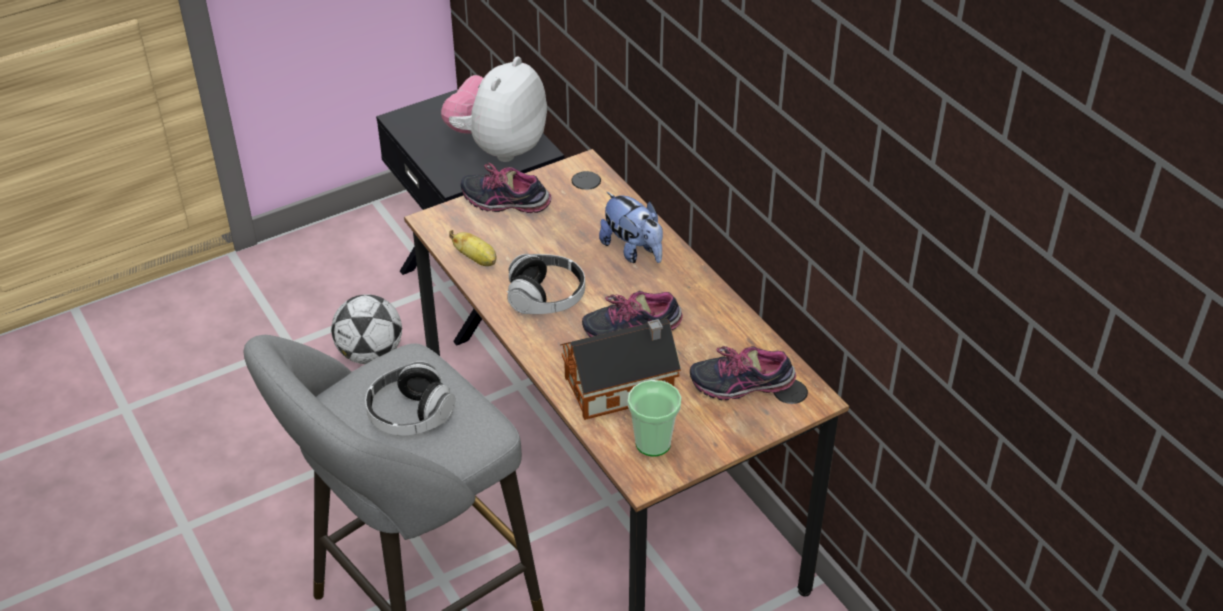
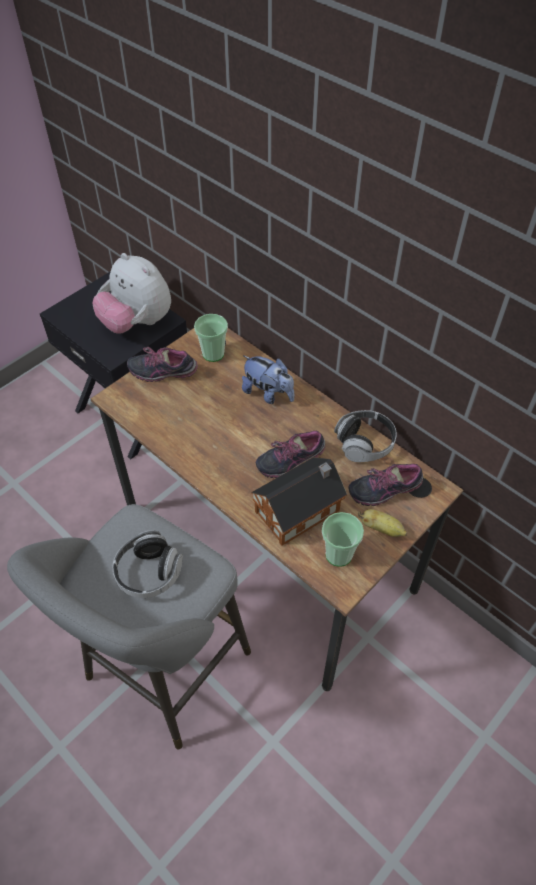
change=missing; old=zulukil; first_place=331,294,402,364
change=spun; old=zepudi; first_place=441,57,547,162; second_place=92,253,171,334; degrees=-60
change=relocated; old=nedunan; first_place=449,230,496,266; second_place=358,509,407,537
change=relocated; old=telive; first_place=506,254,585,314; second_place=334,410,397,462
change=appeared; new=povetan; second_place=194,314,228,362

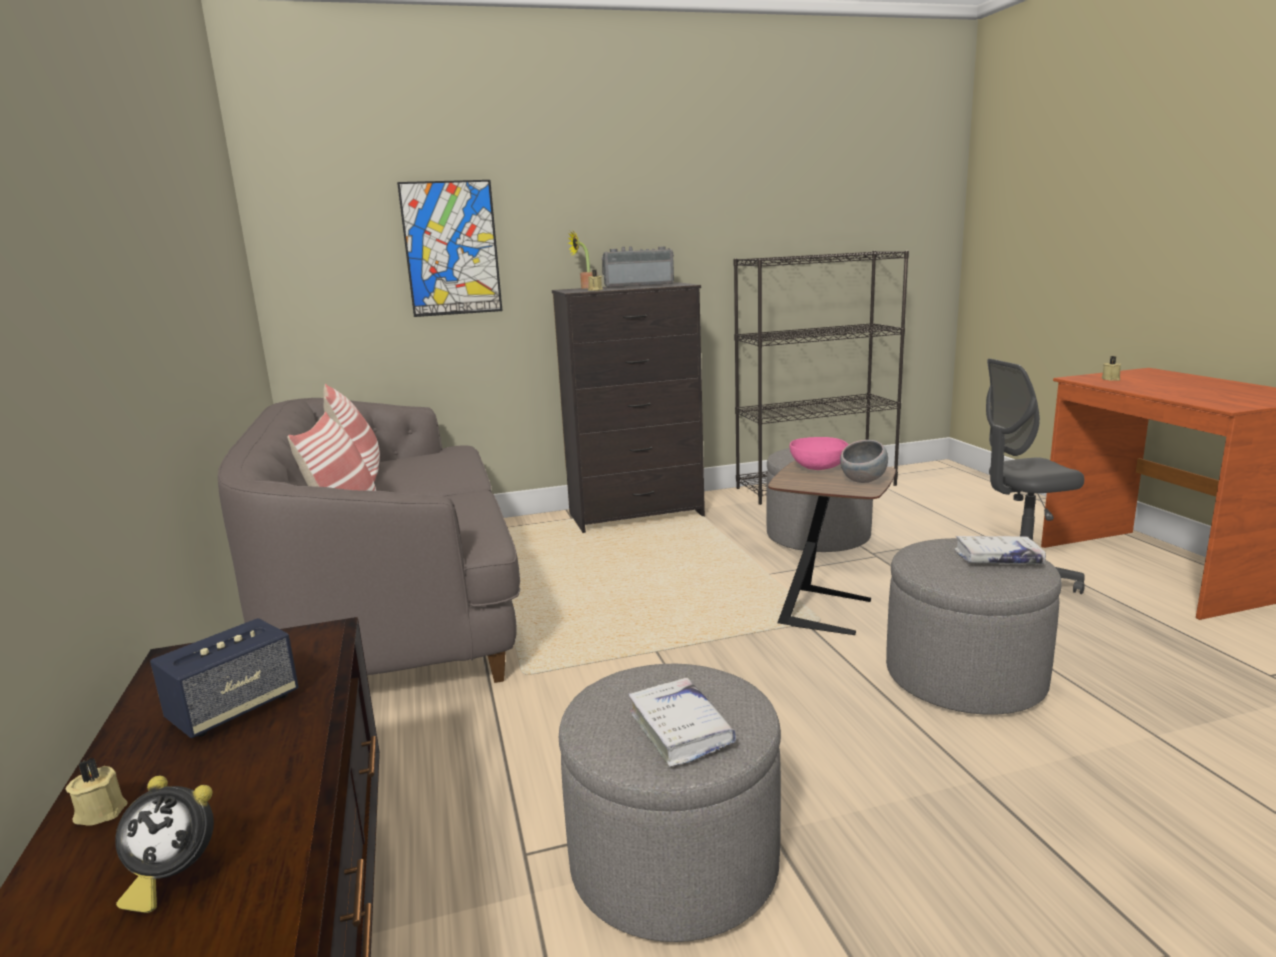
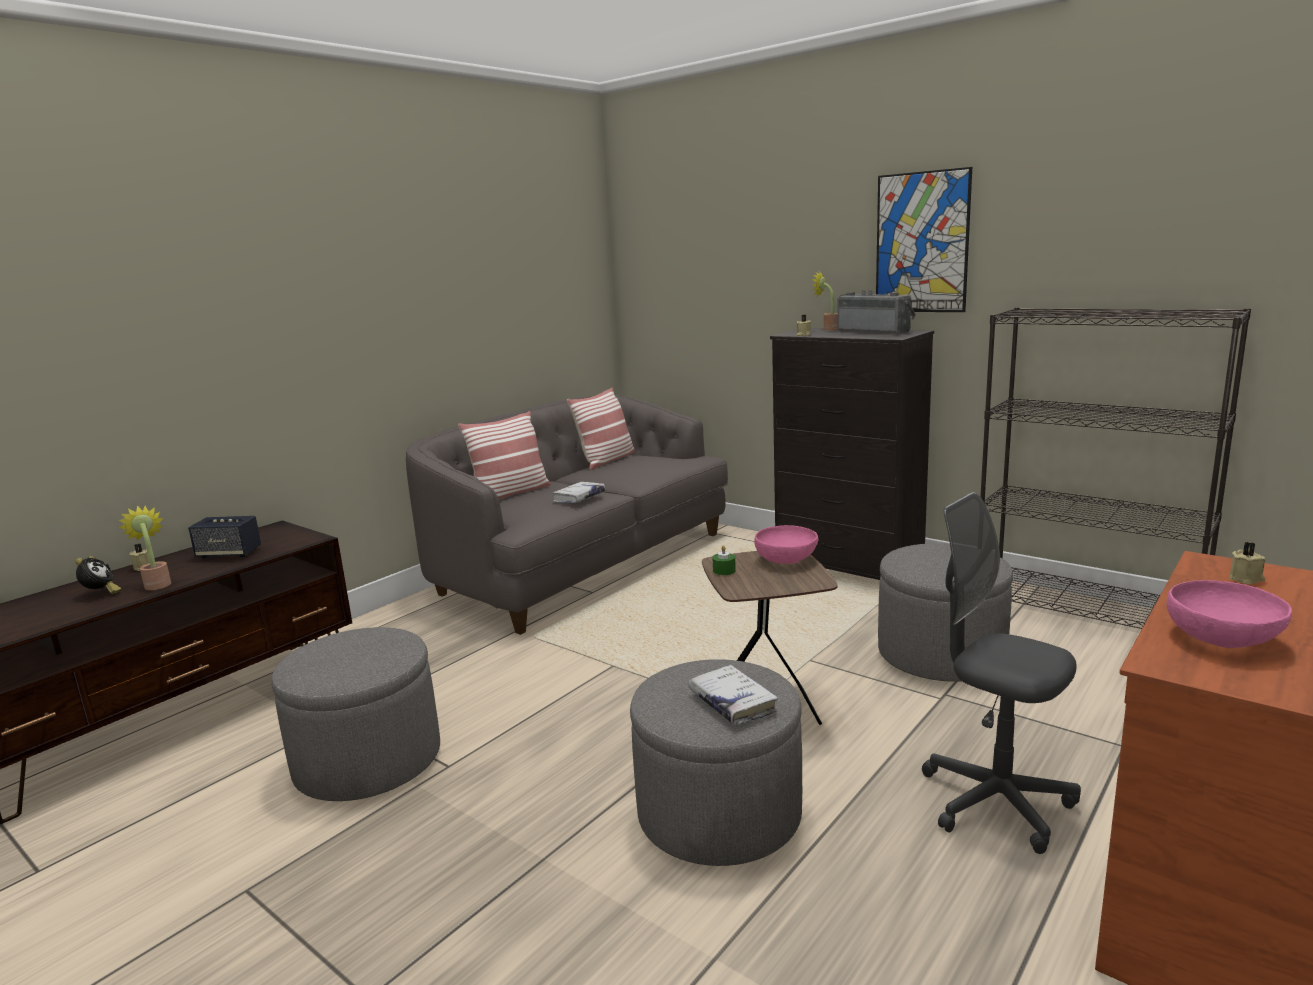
change=spun; old=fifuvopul; first_place=115,775,214,913; second_place=75,556,121,594; degrees=-150
change=relocated; old=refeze; first_place=397,180,503,317; second_place=876,167,972,312
change=relocated; old=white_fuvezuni; first_place=629,678,736,767; second_place=553,482,605,503
change=missing; old=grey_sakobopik; first_place=840,440,888,483
change=appeared; new=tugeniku; second_place=119,505,171,590
change=appeared; new=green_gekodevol; second_place=712,545,736,575
change=appeared; new=pink_sakobopik; second_place=1167,580,1292,648

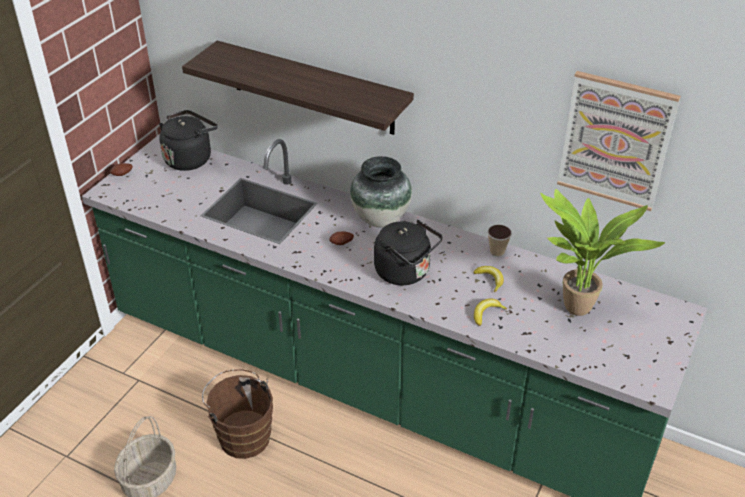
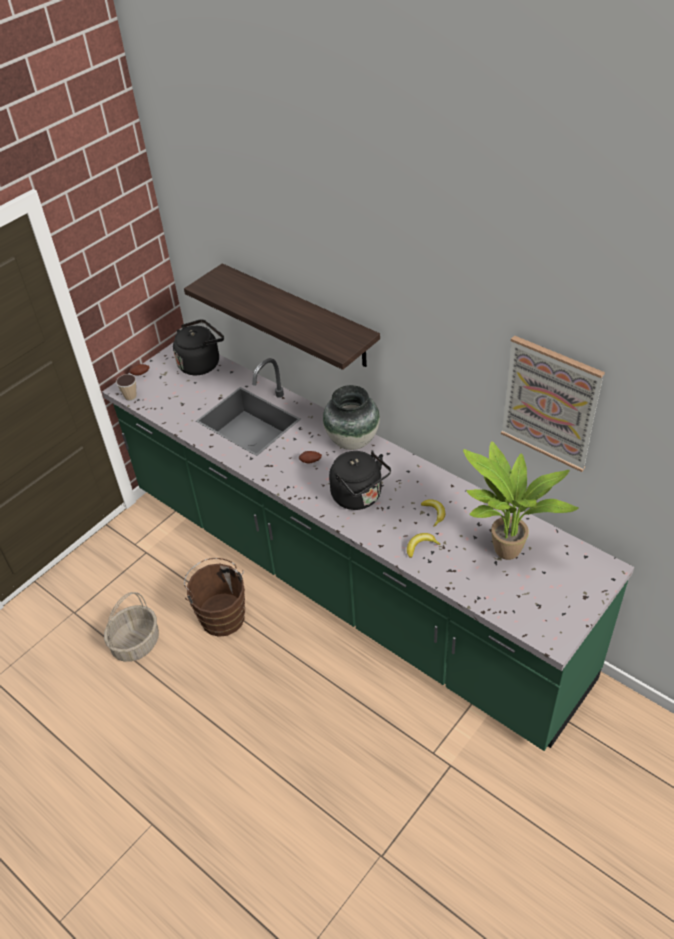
change=relocated; old=povetan; first_place=487,225,512,257; second_place=116,374,137,401

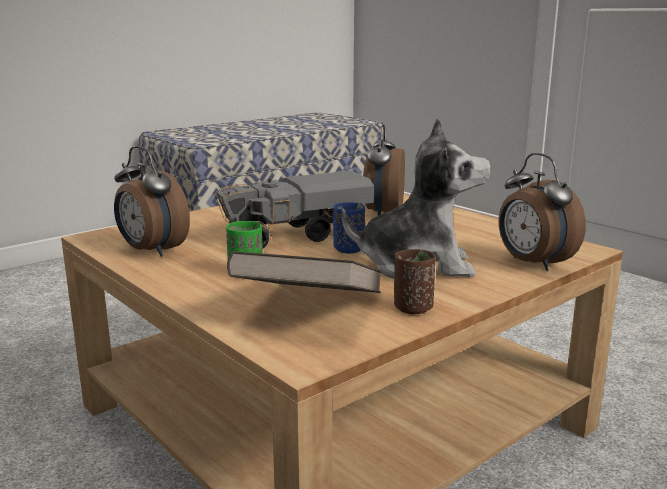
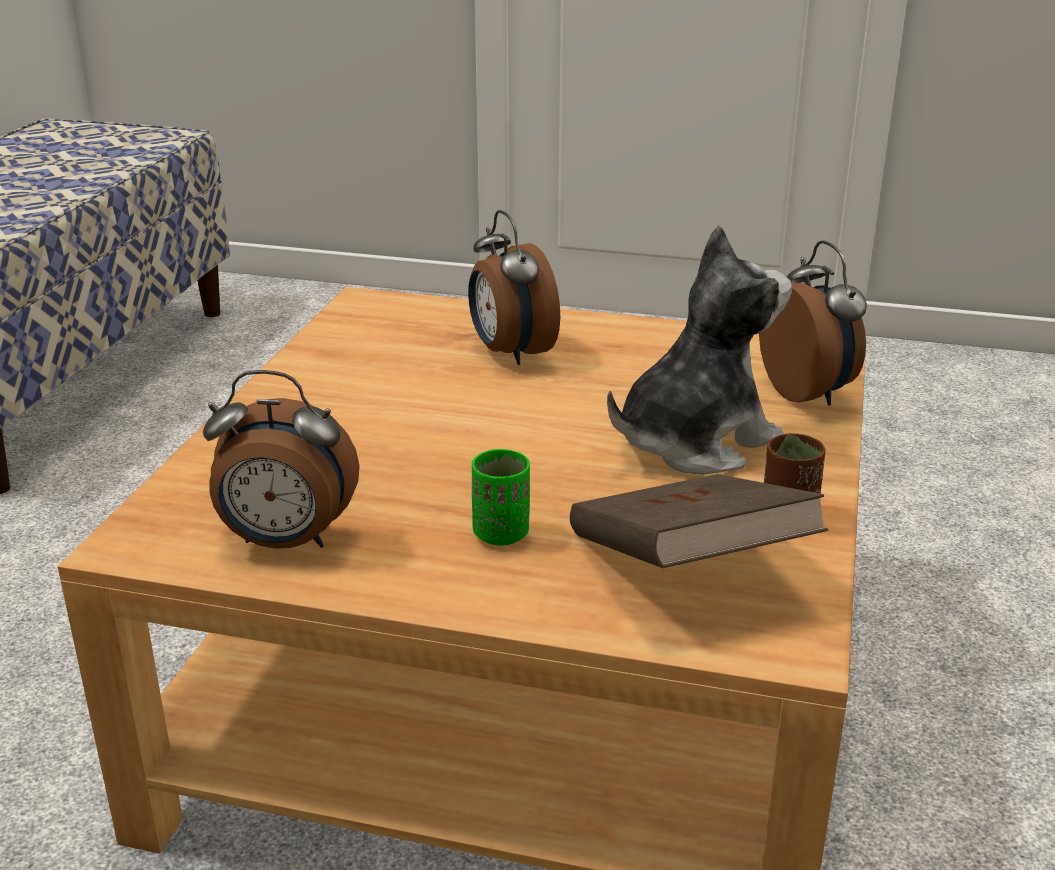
change=missing; old=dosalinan; first_place=214,171,374,248
change=missing; old=blue_povetan; first_place=333,202,365,253
change=spun; old=fifuvopul; first_place=499,153,586,271; second_place=759,240,867,406; degrees=-135

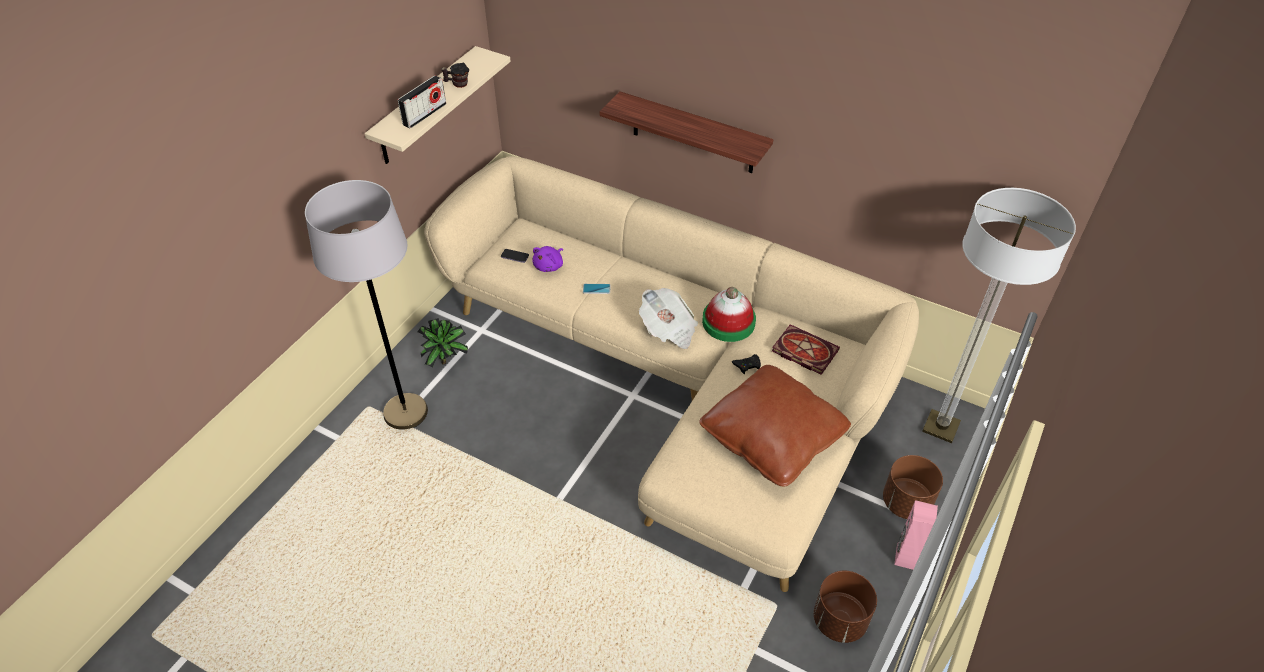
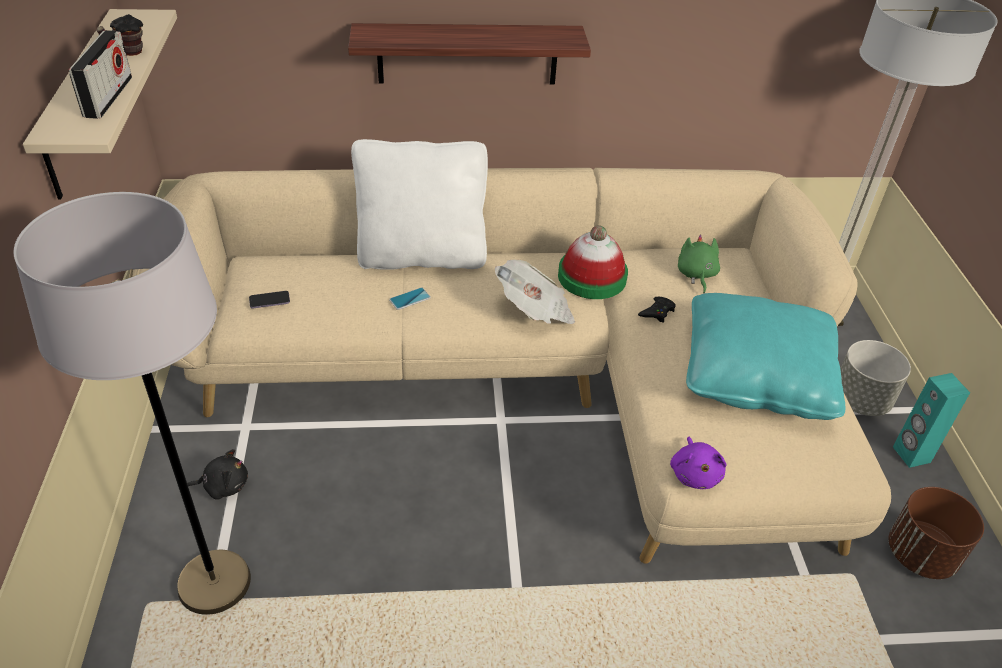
change=exchanged; old=tugeniku; new=black_zepudi; first_place=417,318,468,367; second_place=187,449,248,500
change=relocated; old=purple_zepudi; first_place=532,246,563,272; second_place=670,437,727,489
change=colour; old=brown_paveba; new=turquoise_paveba; first_place=699,365,851,486; second_place=686,293,845,420
change=exchanged; old=fuvezuni; new=green_zepudi; first_place=772,324,840,375; second_place=678,235,720,294
change=colour; old=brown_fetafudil; new=grey_fetafudil; first_place=883,455,943,519; second_place=840,340,911,416
change=colour; old=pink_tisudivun; new=turquoise_tisudivun; first_place=894,500,938,570; second_place=893,373,970,468
change=appeared; new=white_paveba; second_place=351,139,488,270

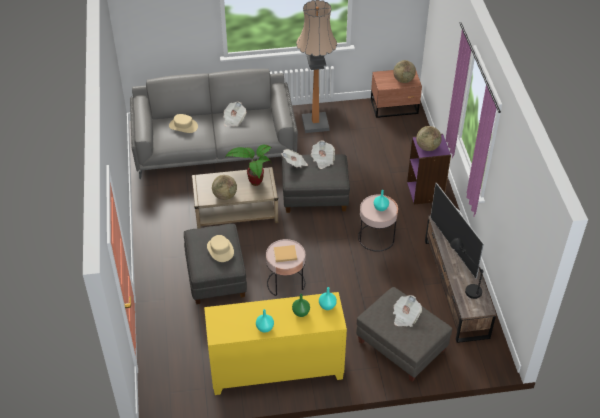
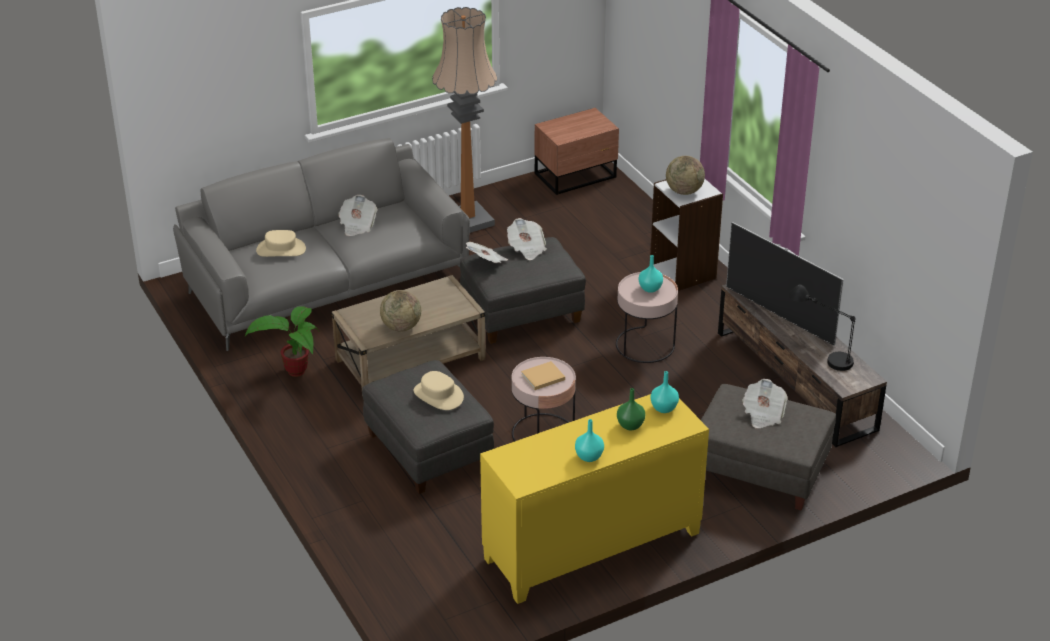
change=relocated; old=tugeniku; first_place=226,144,271,186; second_place=245,306,319,377
change=missing; old=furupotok; first_place=393,60,416,83
change=colour; old=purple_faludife; new=white_faludife; first_place=407,134,451,205; second_place=650,179,723,291

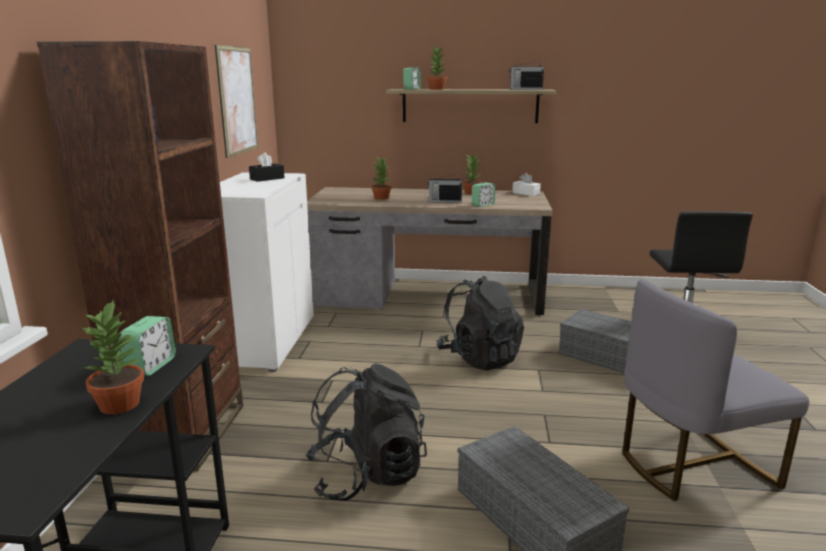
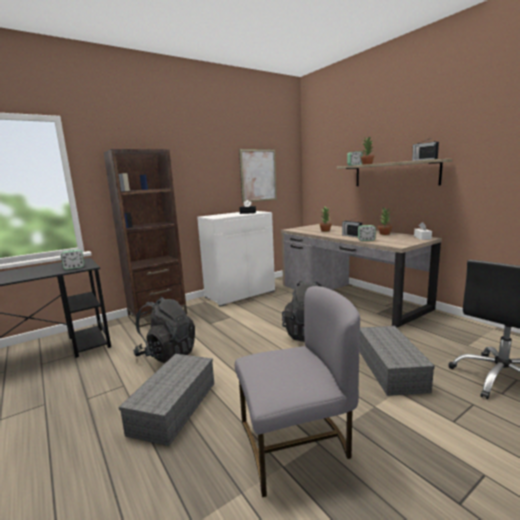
change=missing; old=tugeniku; first_place=81,299,144,414
change=spun; old=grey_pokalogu; first_place=622,279,809,501; second_place=235,286,360,497; degrees=135

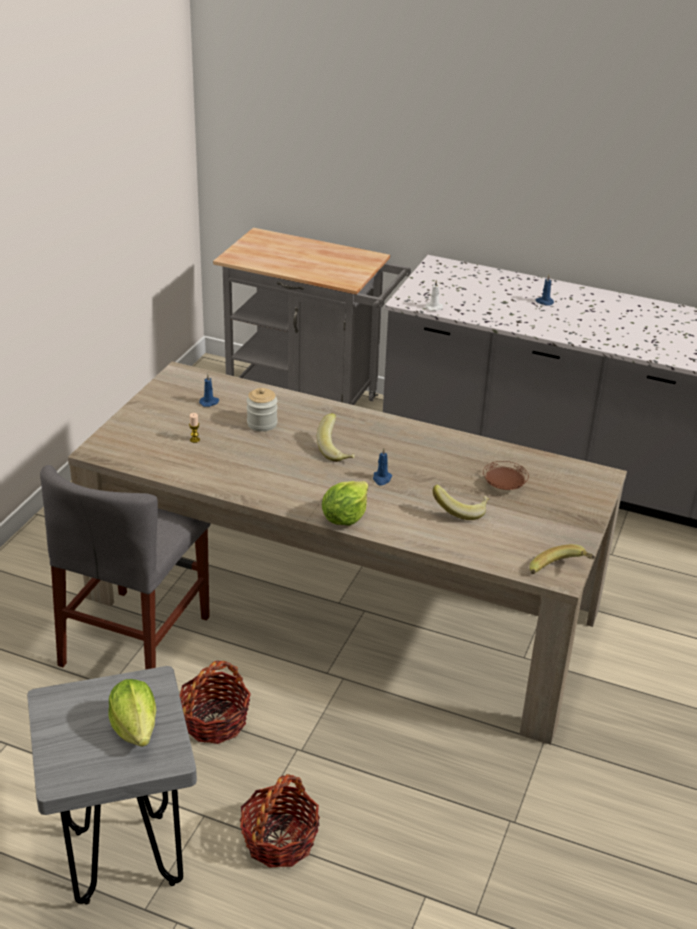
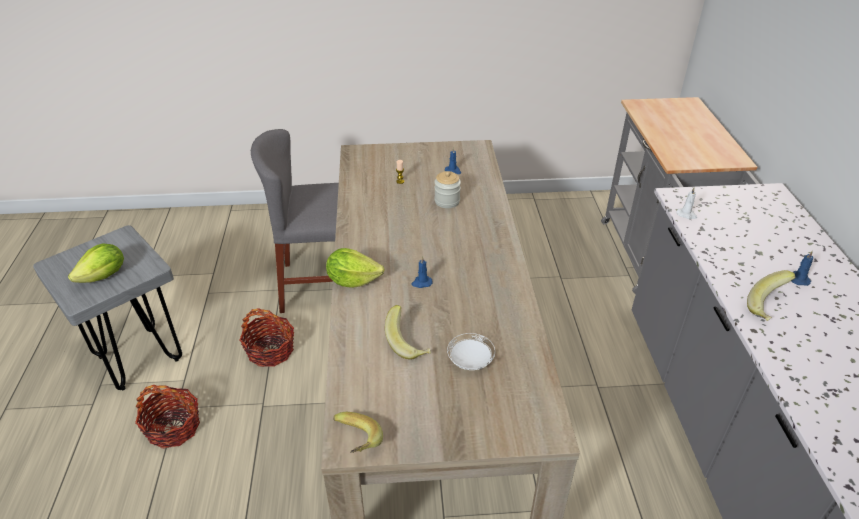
change=relocated; old=nedunan; first_place=317,413,355,462; second_place=747,270,796,321
change=colour; old=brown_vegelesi; new=white_vegelesi; first_place=483,461,529,490; second_place=447,333,495,370

